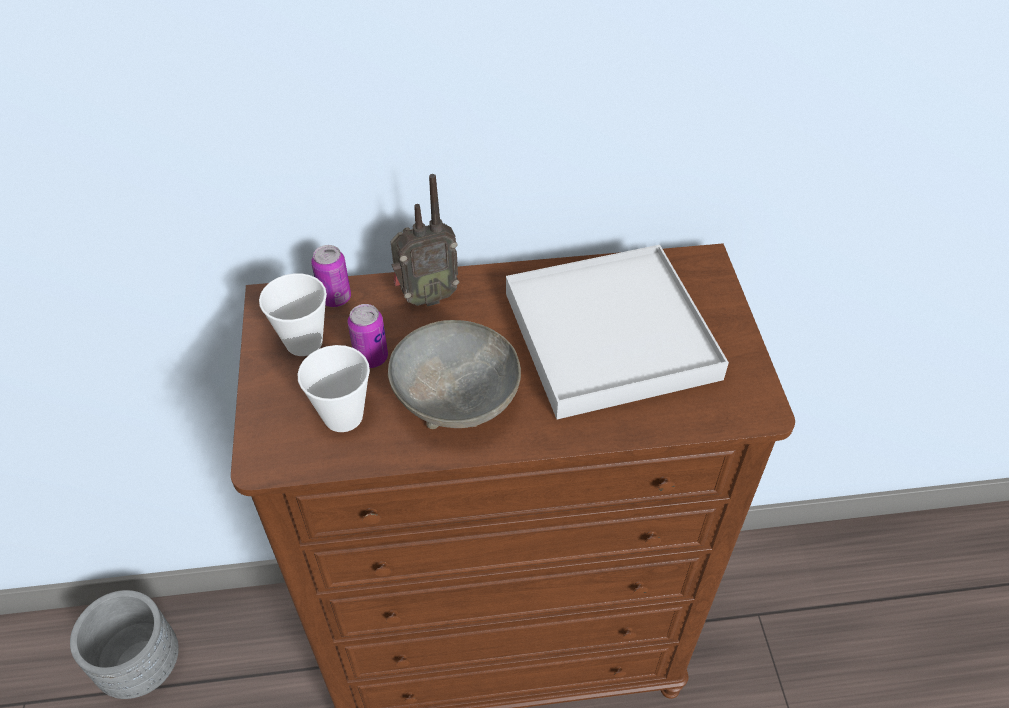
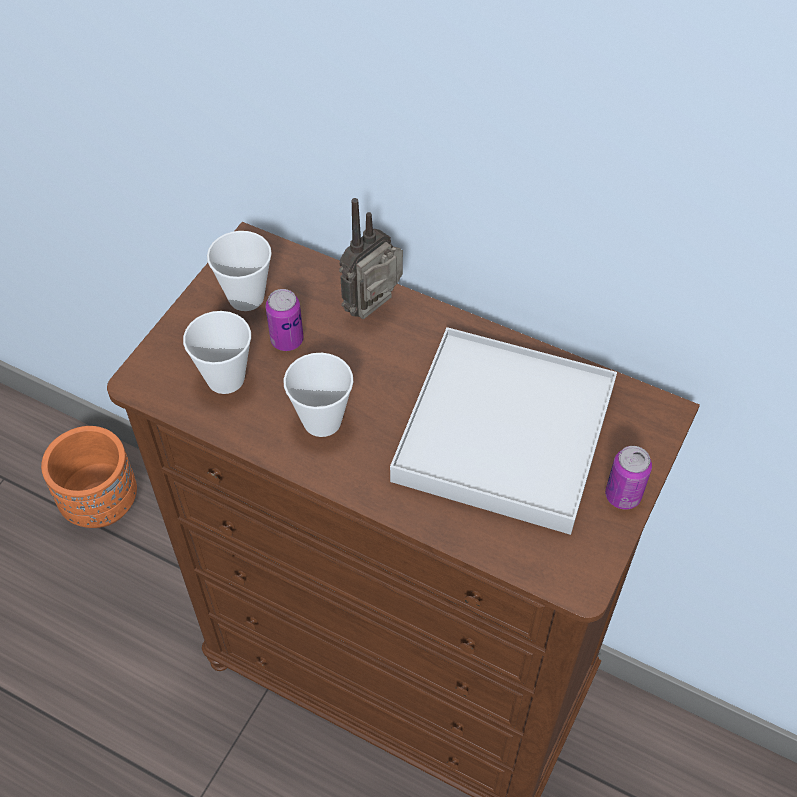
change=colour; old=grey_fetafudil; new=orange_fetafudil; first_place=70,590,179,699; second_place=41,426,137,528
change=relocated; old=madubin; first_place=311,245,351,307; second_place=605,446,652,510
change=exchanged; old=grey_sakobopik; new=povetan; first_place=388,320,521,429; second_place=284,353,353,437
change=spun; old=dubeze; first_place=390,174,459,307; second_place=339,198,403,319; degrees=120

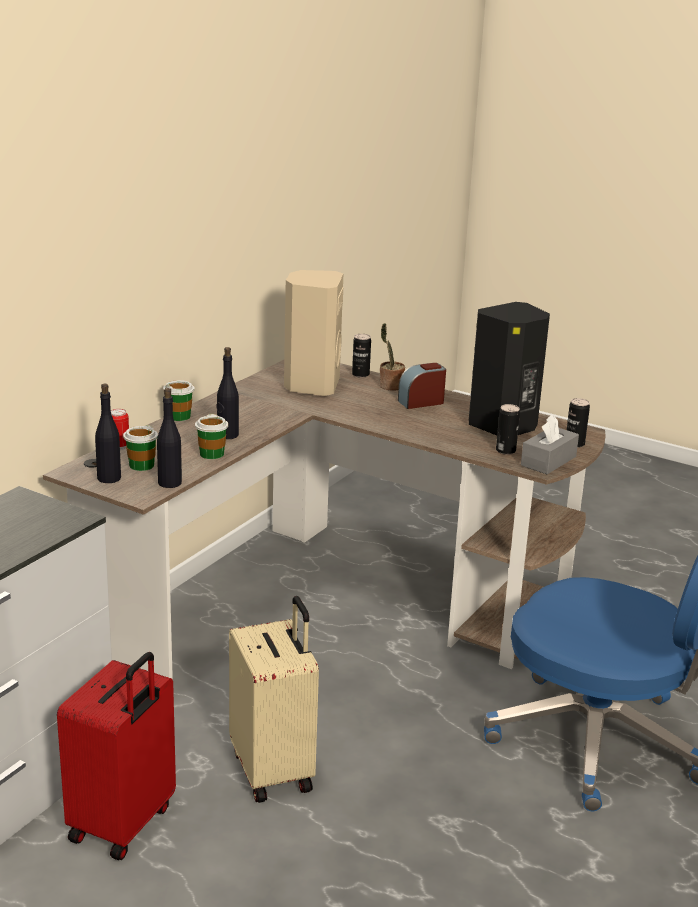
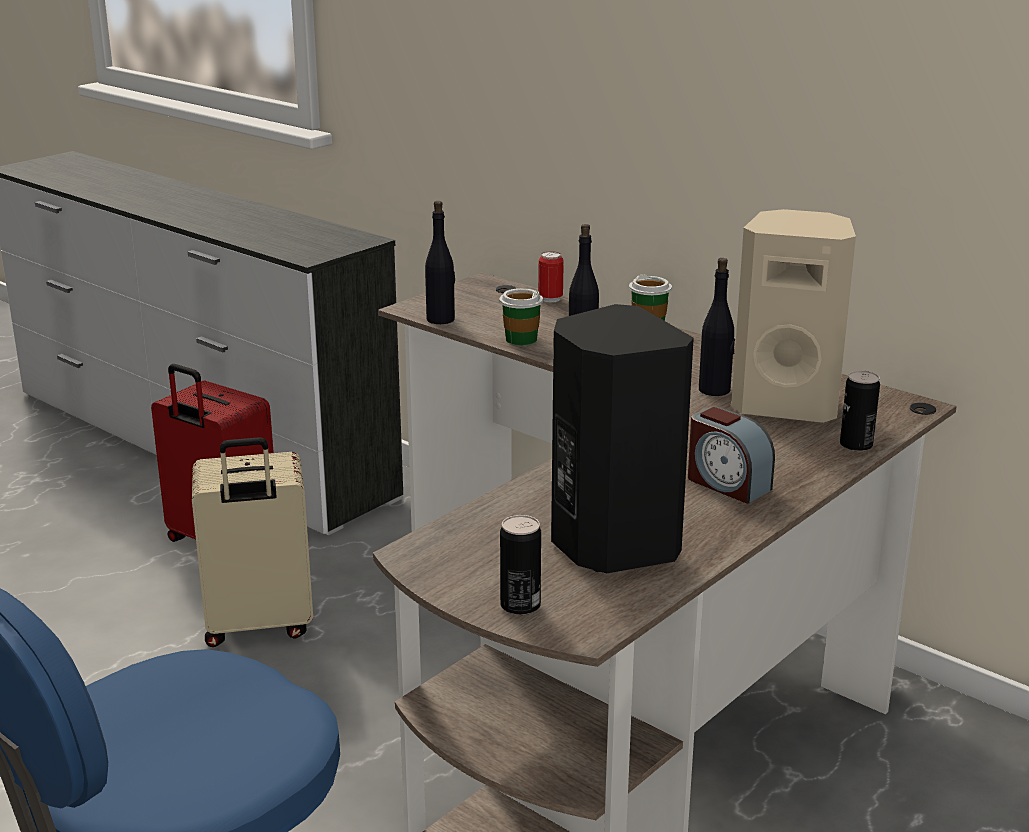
change=relocated; old=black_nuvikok; first_place=95,384,121,483; second_place=699,258,735,396
change=missing; old=povetan; first_place=123,425,158,471
change=missing; old=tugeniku; first_place=379,323,405,391
change=spun; old=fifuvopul; first_place=398,363,446,409; second_place=688,407,775,504; degrees=150
change=missing; old=madubin; first_place=496,404,520,455
change=missing; old=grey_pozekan; first_place=521,414,579,474

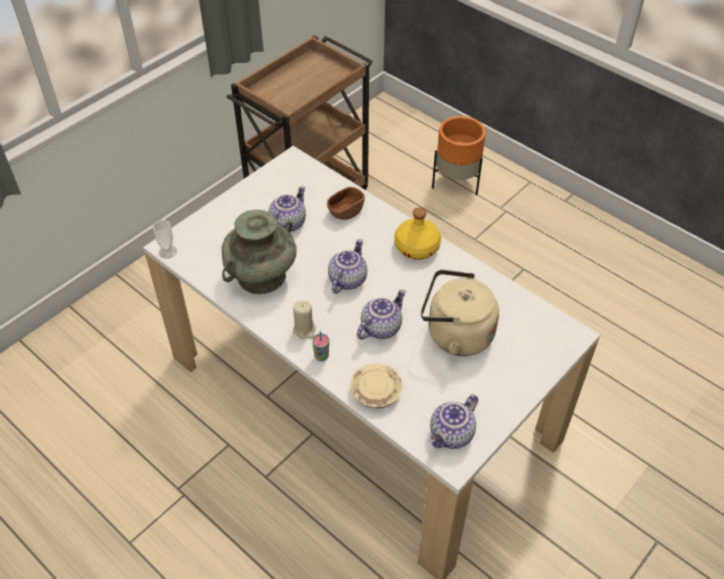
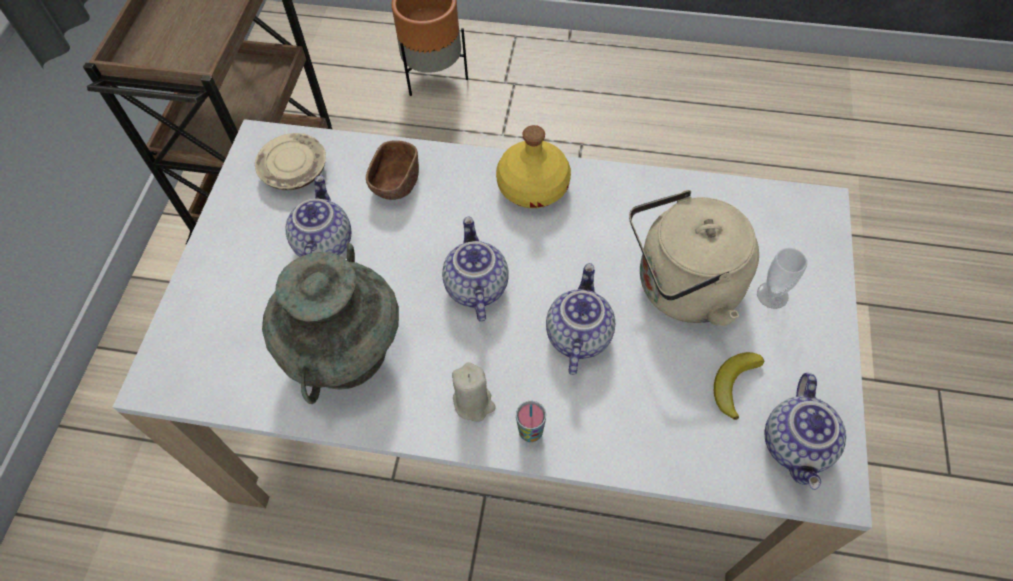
change=relocated; old=povetan; first_place=153,220,177,259; second_place=757,248,807,309
change=relocated; old=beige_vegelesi; first_place=350,364,402,408; second_place=255,133,326,190
change=appeared; new=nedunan; second_place=714,352,764,420

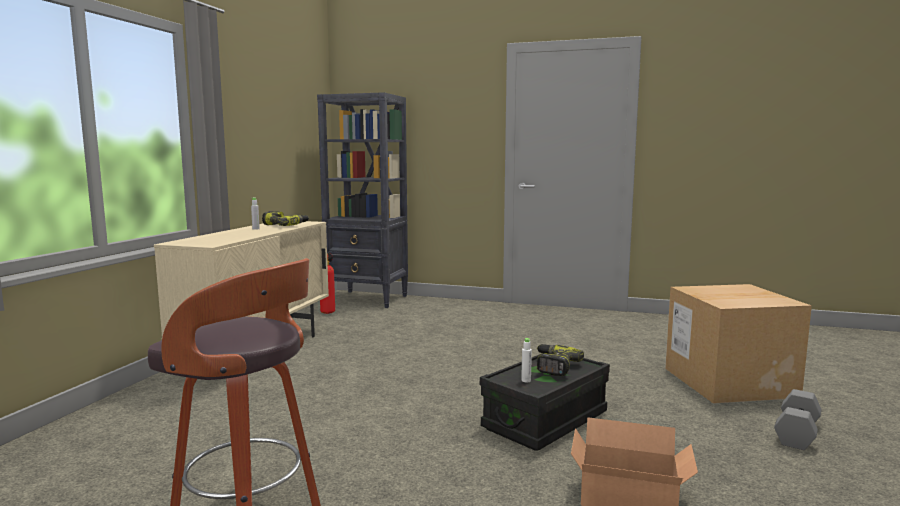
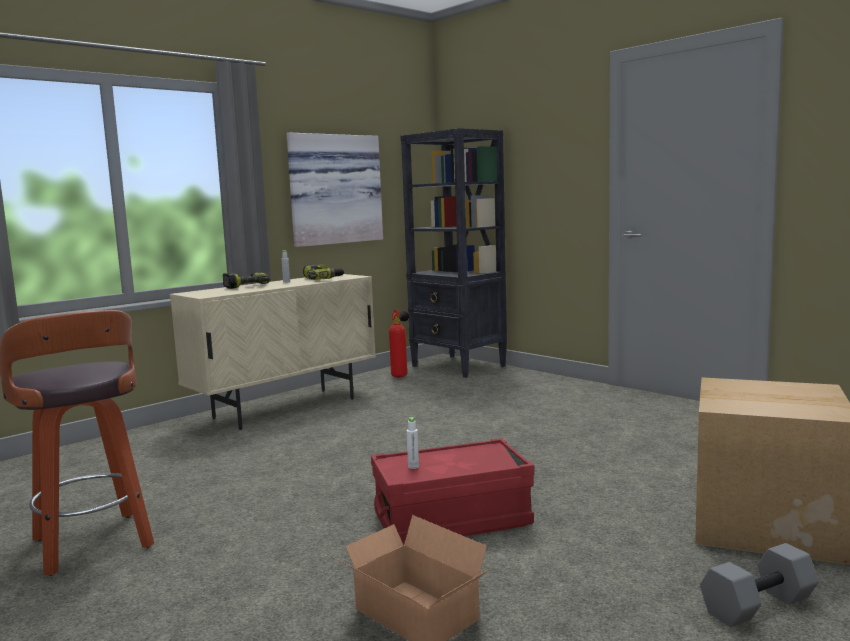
change=colour; old=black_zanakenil; new=red_zanakenil; first_place=480,354,610,451; second_place=371,438,534,545
change=relocated; old=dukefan; first_place=537,344,584,376; second_place=223,272,270,289
change=appeared; new=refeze; second_place=287,133,383,247

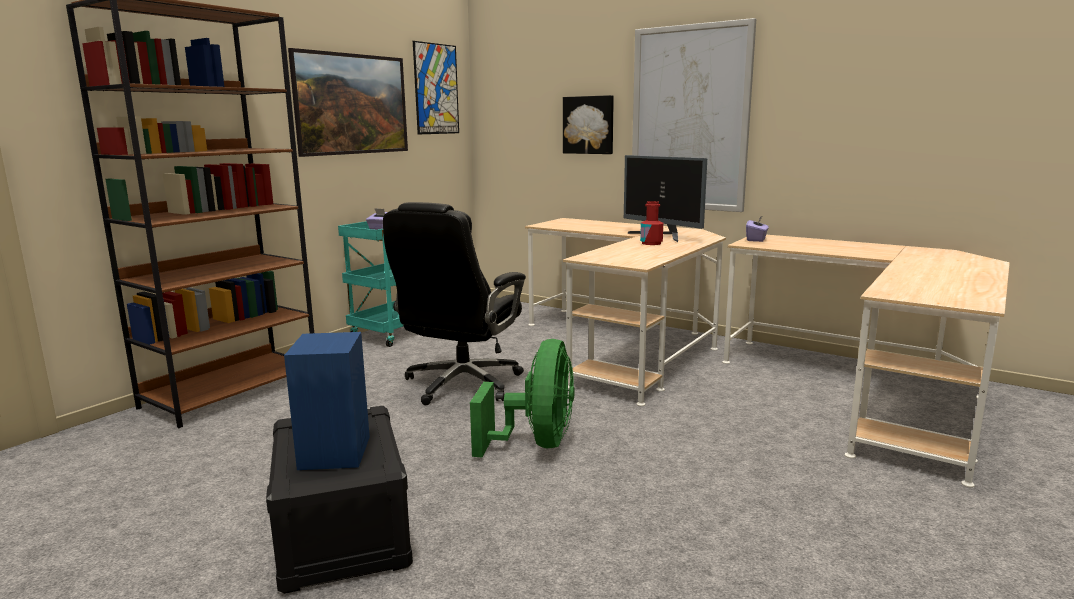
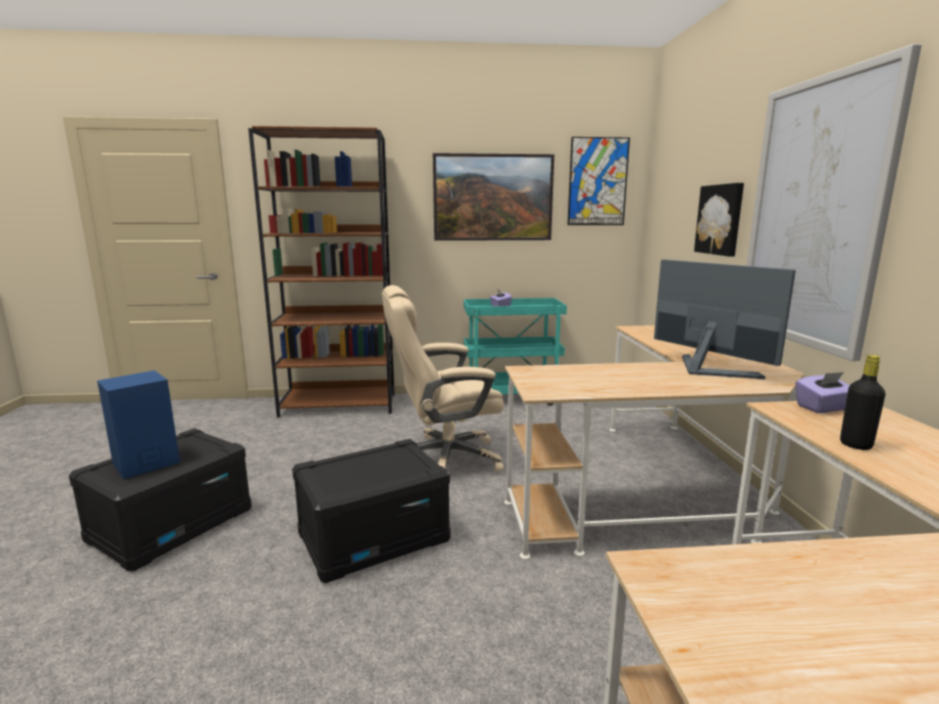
change=colour; old=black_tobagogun; new=beige_tobagogun; first_place=383,202,526,405; second_place=382,285,504,472
change=exchanged; old=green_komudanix; new=black_zanakenil; first_place=470,339,575,457; second_place=292,439,451,583
change=spun; old=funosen; first_place=624,155,707,242; second_place=654,259,796,379; degrees=135
change=missing; old=red_nuvikok; first_place=640,201,663,245
change=appeared; new=black_nuvikok; second_place=840,355,886,450

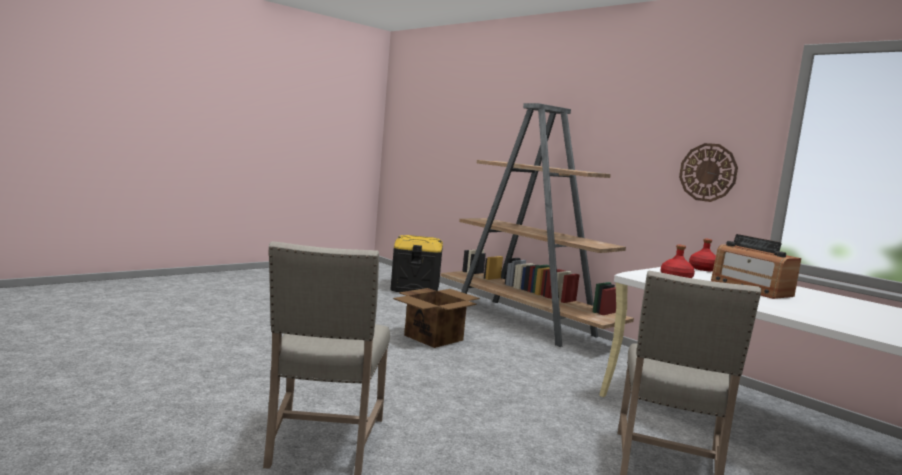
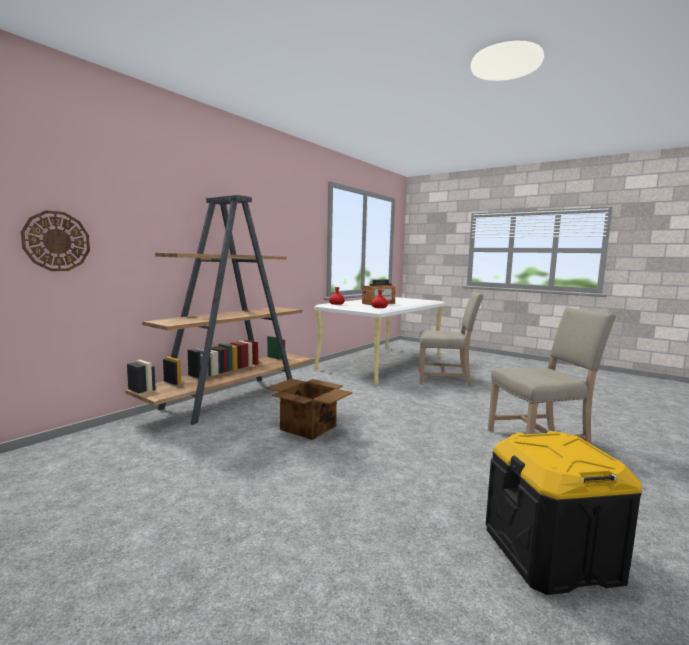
change=relocated; old=black_zanakenil; first_place=390,235,443,292; second_place=486,431,642,595
change=relocated; old=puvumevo; first_place=679,143,738,202; second_place=21,210,90,271

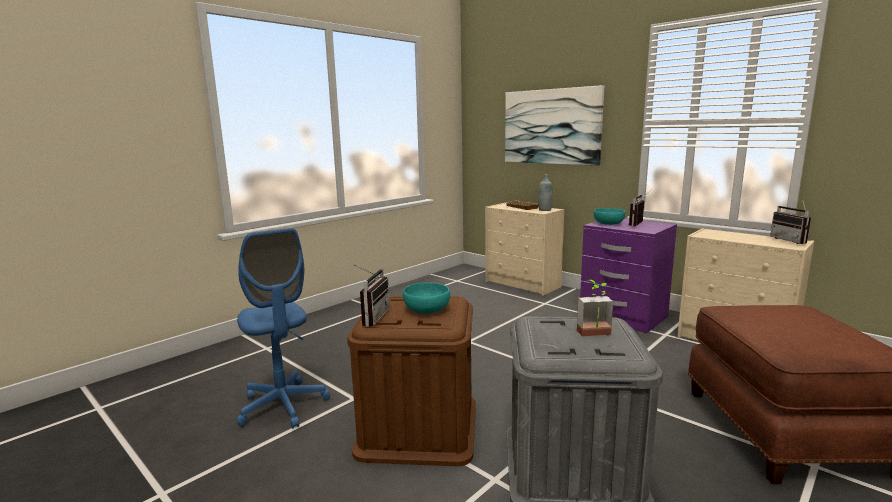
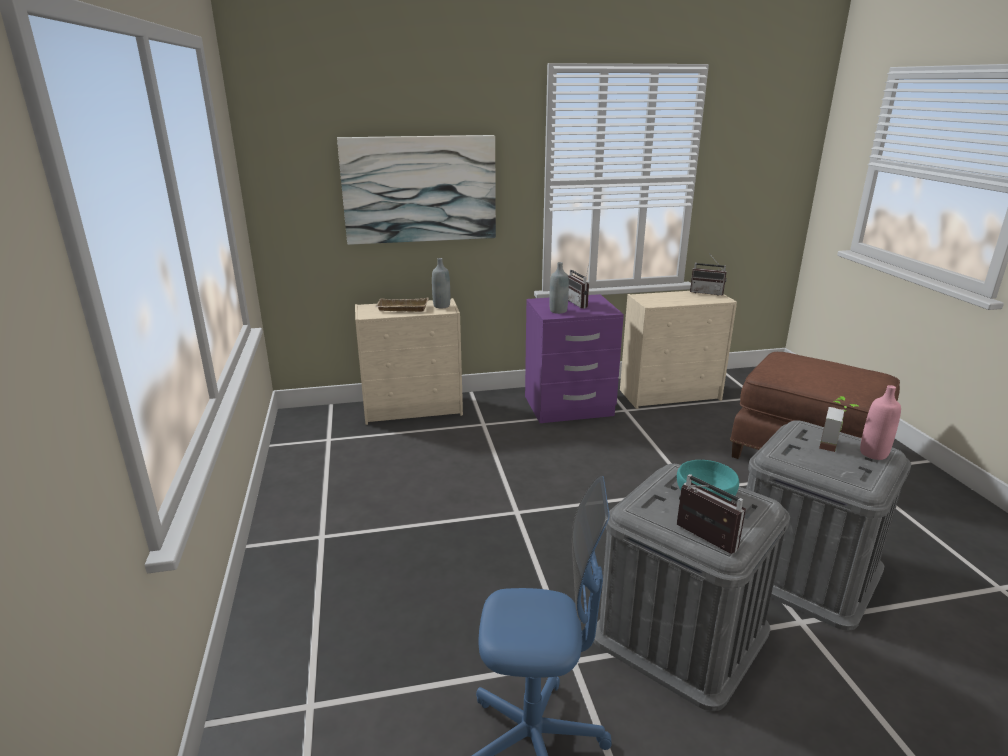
change=colour; old=brown_zanakenil; new=grey_zanakenil; first_place=347,296,476,466; second_place=594,464,790,711
change=exchanged; old=turquoise_sakobopik; new=grey_nuvikok; first_place=594,208,625,225; second_place=549,262,569,314
change=appeared; new=pink_nuvikok; second_place=860,385,901,460

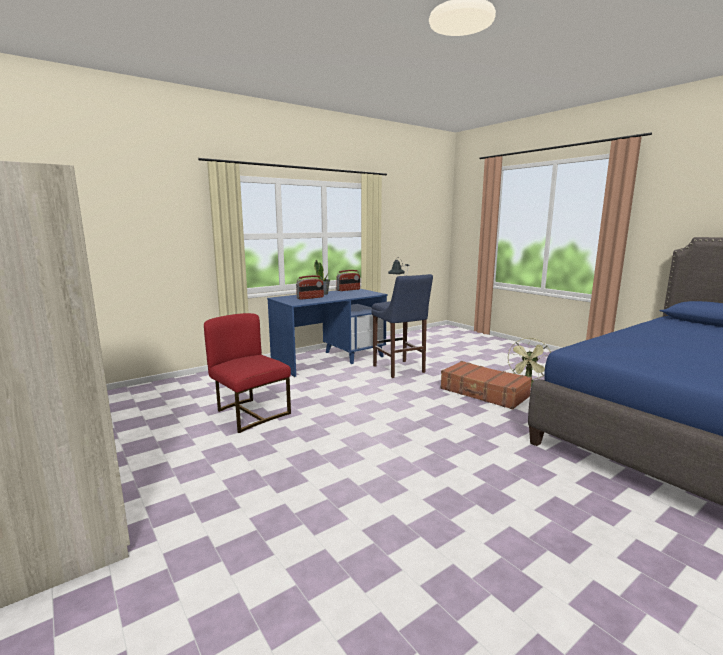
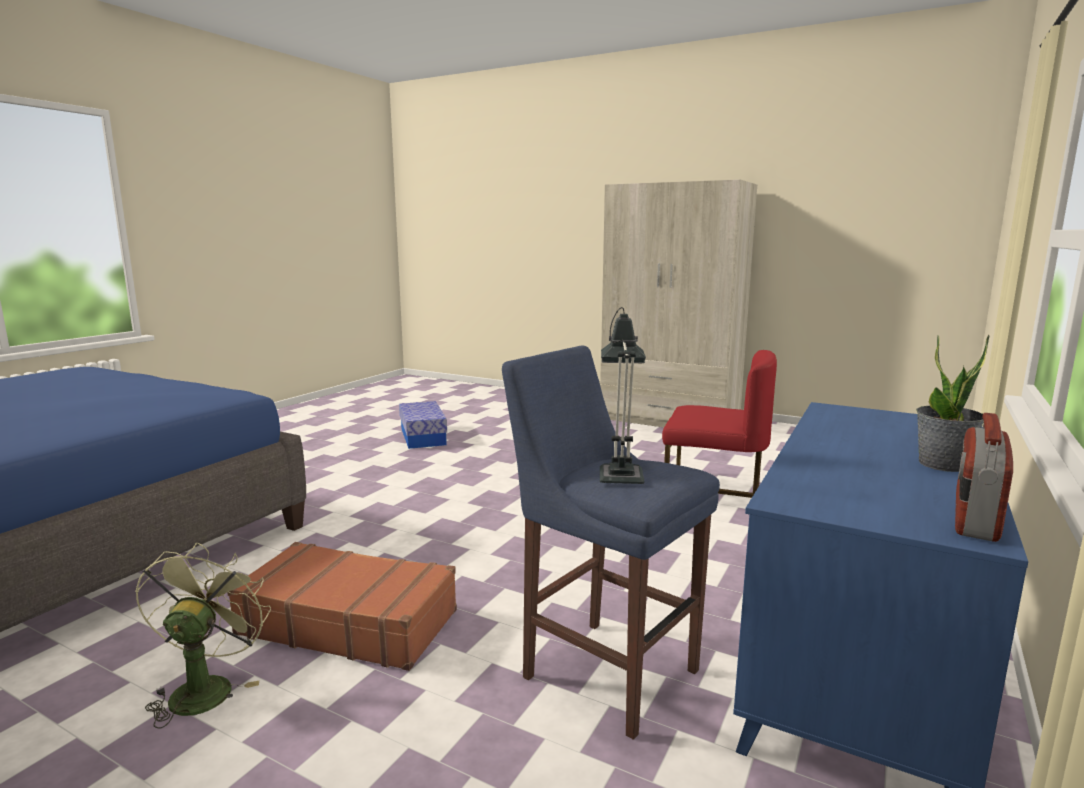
change=missing; old=dubeze; first_place=296,275,324,300
change=appeared; new=zanakenil; second_place=399,401,447,449

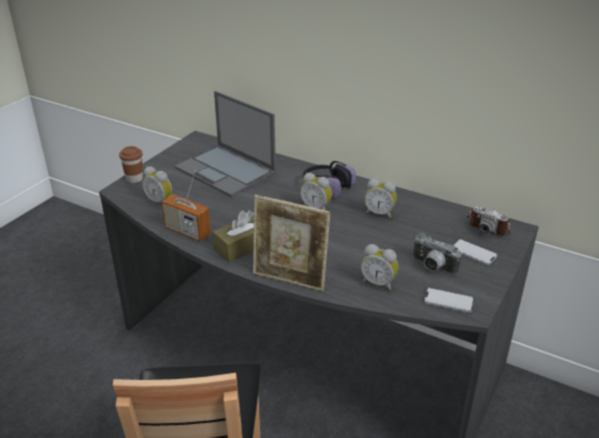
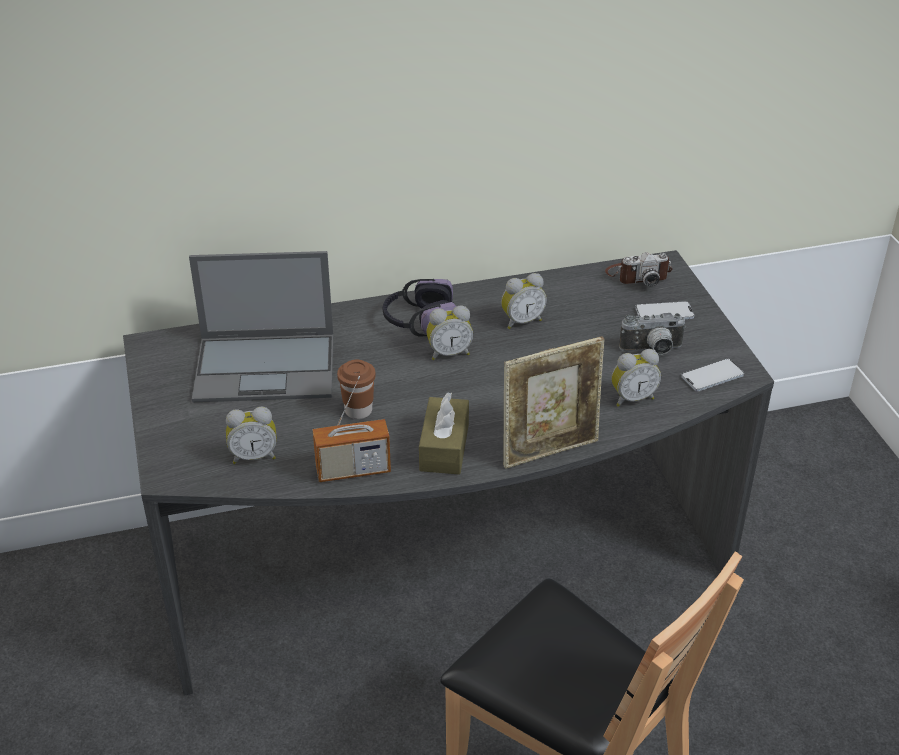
change=relocated; old=brown_povetan; first_place=119,146,143,183; second_place=337,360,376,419

